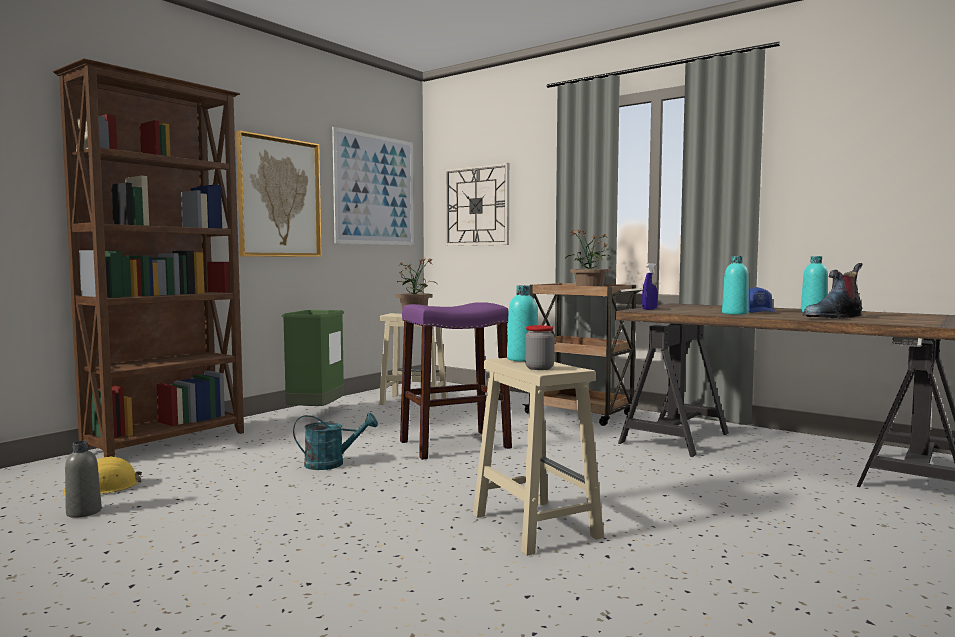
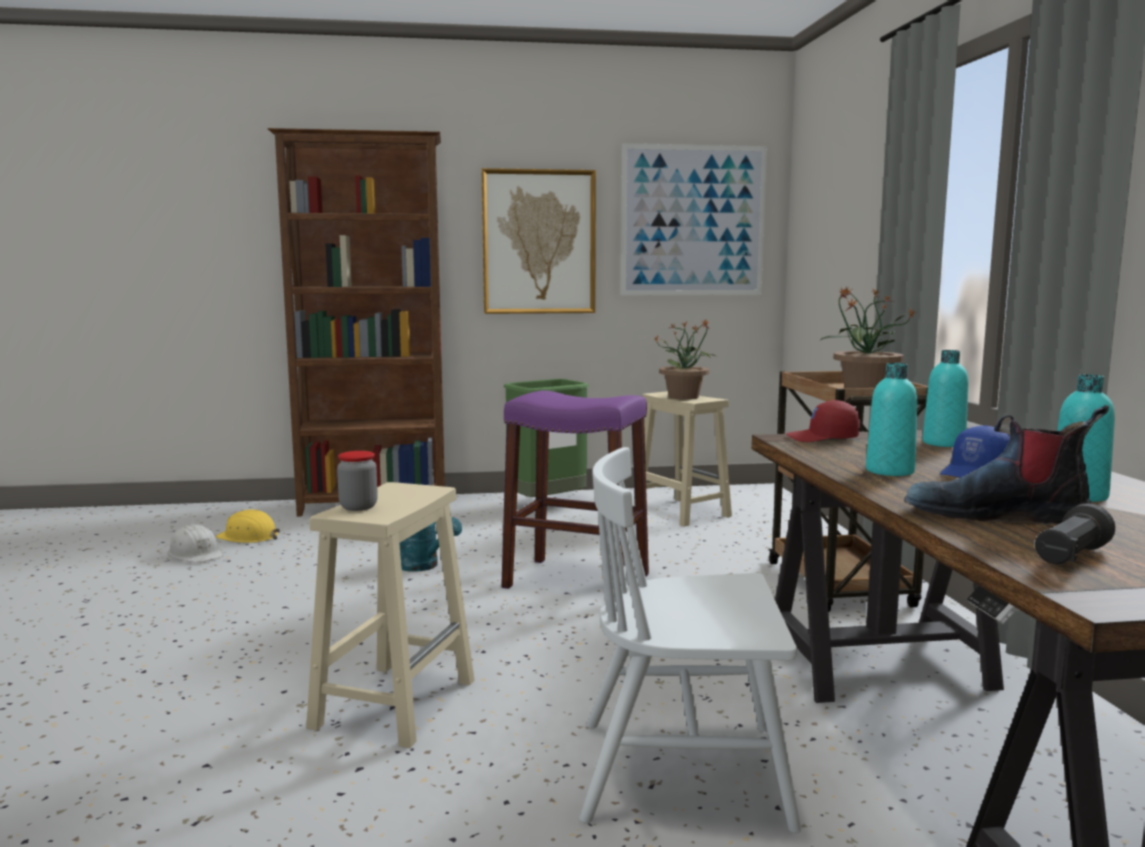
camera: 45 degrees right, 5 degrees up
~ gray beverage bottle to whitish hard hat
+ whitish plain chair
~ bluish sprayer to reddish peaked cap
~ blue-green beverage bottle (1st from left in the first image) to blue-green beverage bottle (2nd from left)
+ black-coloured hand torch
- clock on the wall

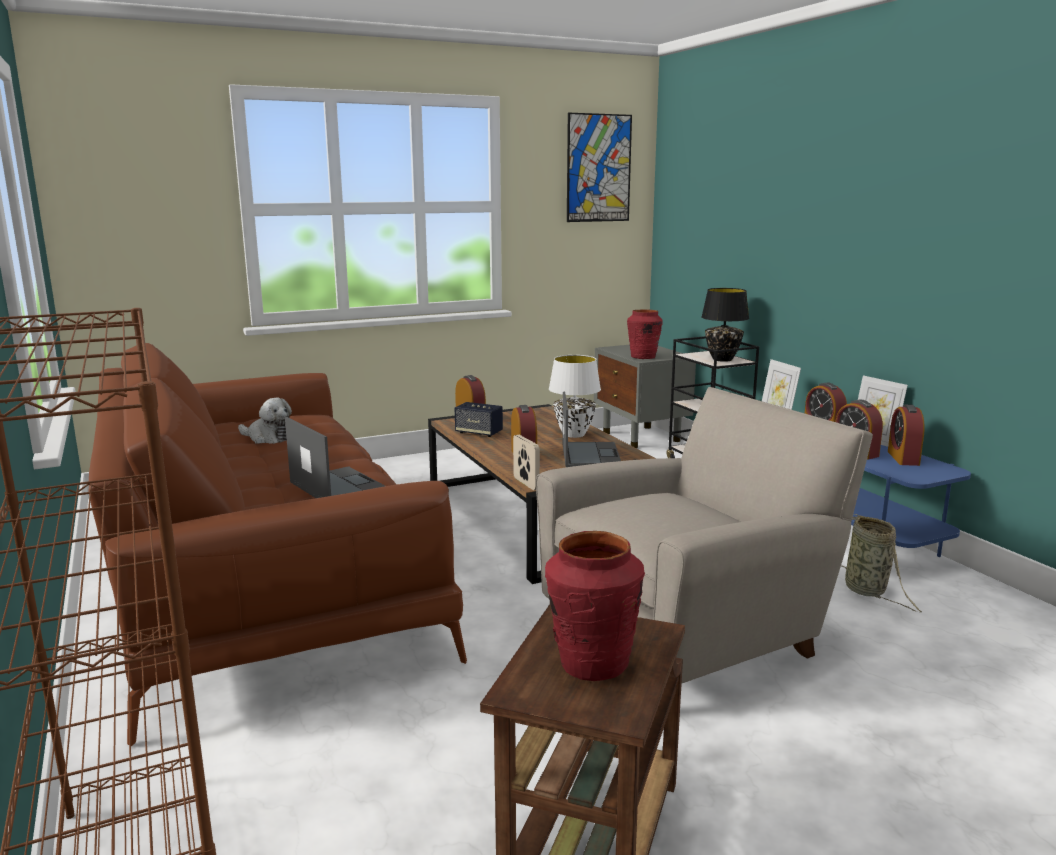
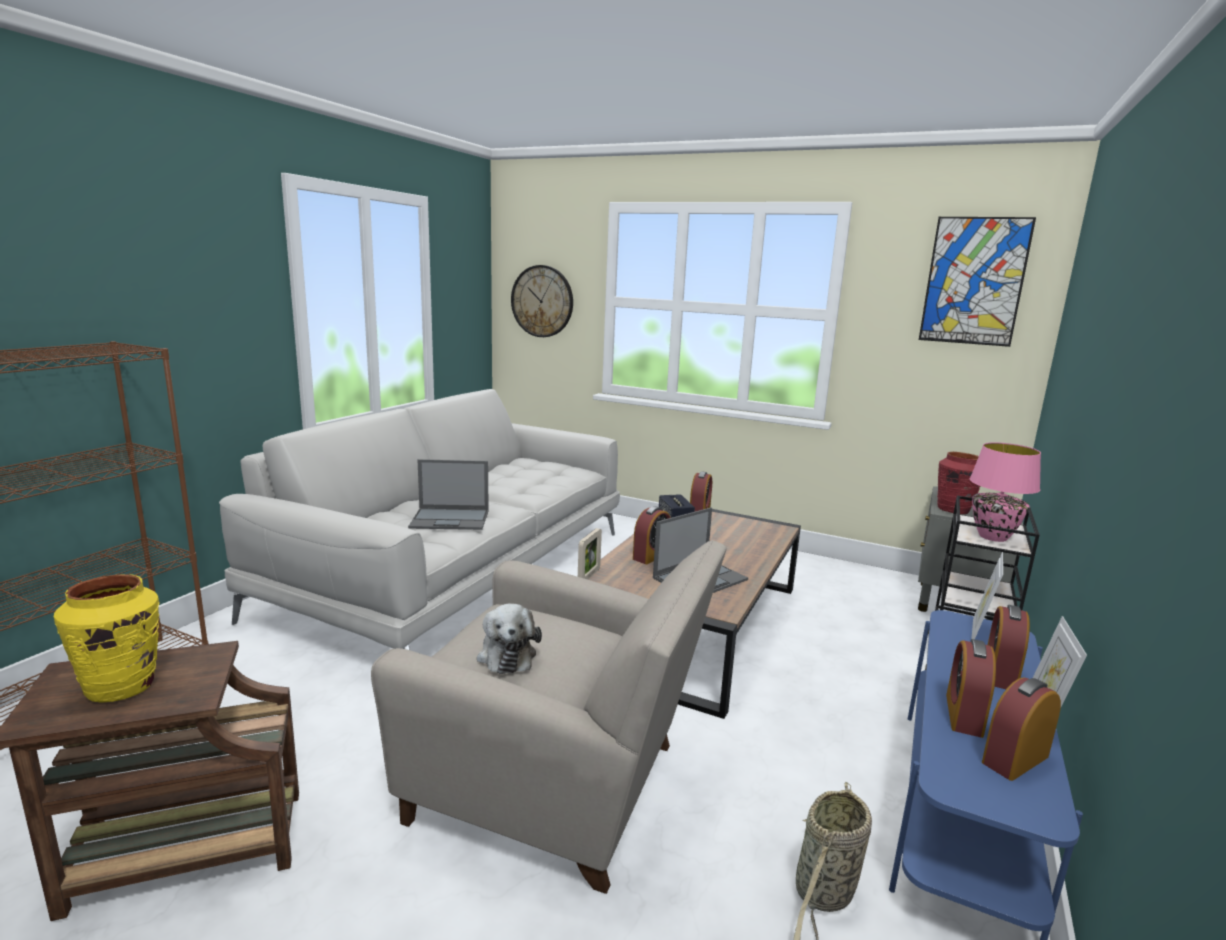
camera: 50 degrees right, 0 degrees up
~ reddish vase (1st from left) to yellow vase
~ brown couch to whitish couch
~ portable computer (1st from left) 75 degrees clockwise
~ soft toy
+ clock on the wall
~ black-coloured table lamp to pinkish table lamp
- whitish table lamp

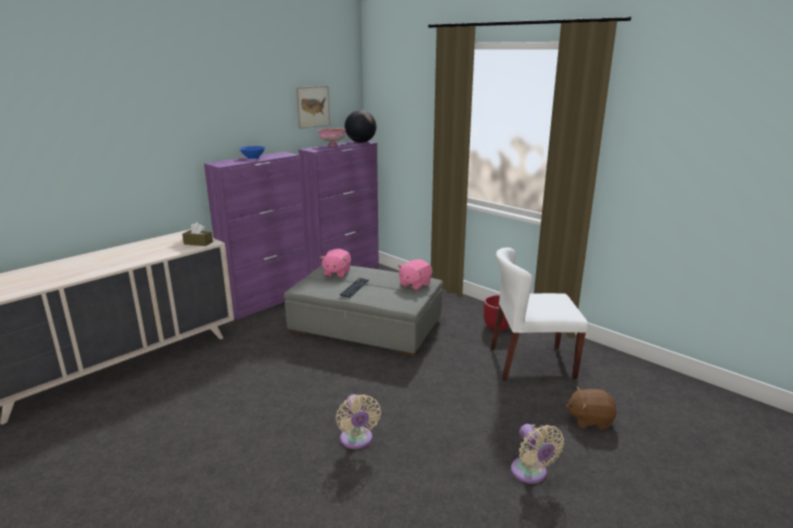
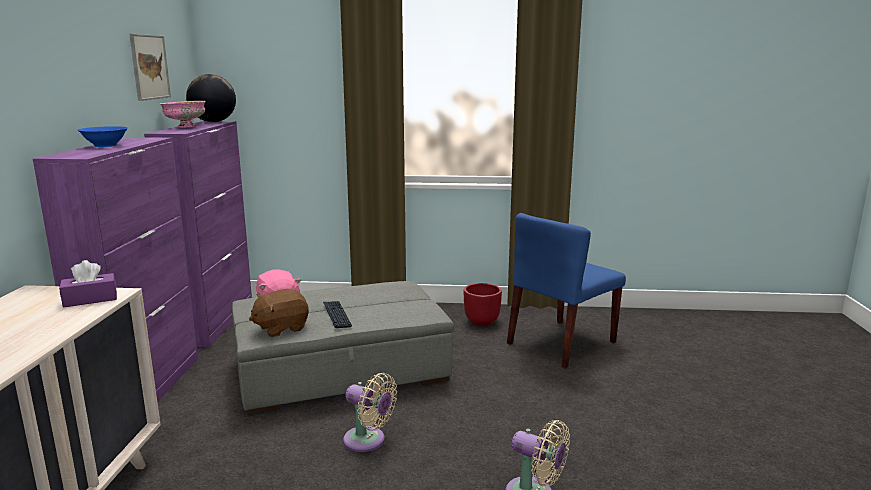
camera: 40 degrees left, 5 degrees down
~ brown tissue holder to purple-coloured tissue holder
~ brown soft toy
~ beige-coloured fan (2nd from left in the first image) to beige-coloured fan (1st from left)
~ whitish plain chair to bluish plain chair
- pinkish soft toy (2nd from left)

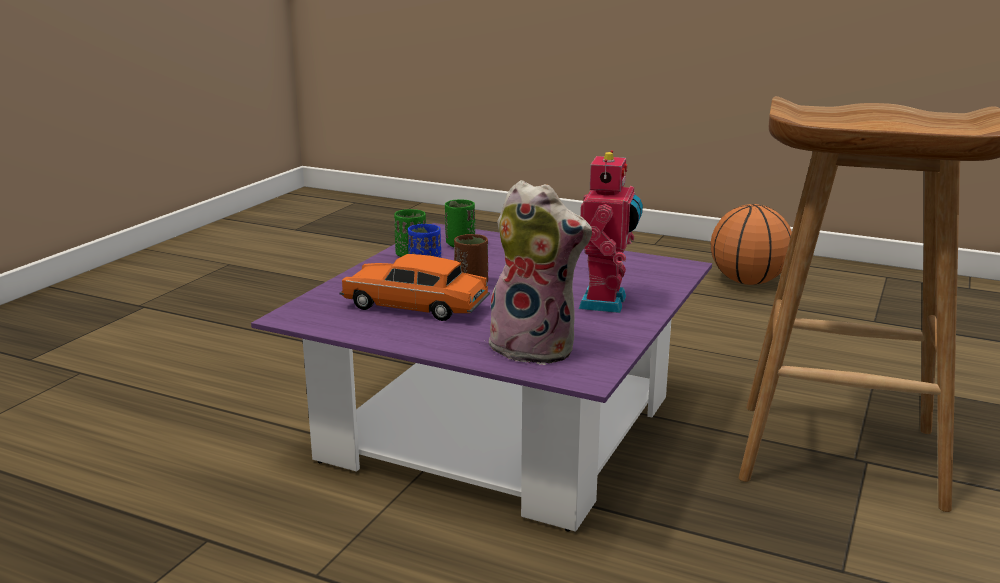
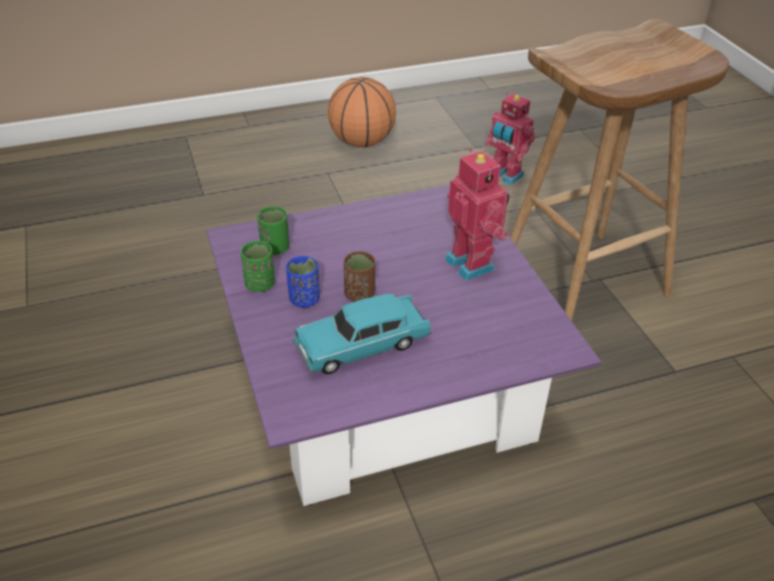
camera: 45 degrees left, 20 degrees up
~ orangey miniature car to blue-green miniature car
+ toy robot (2nd from left)
- soft toy

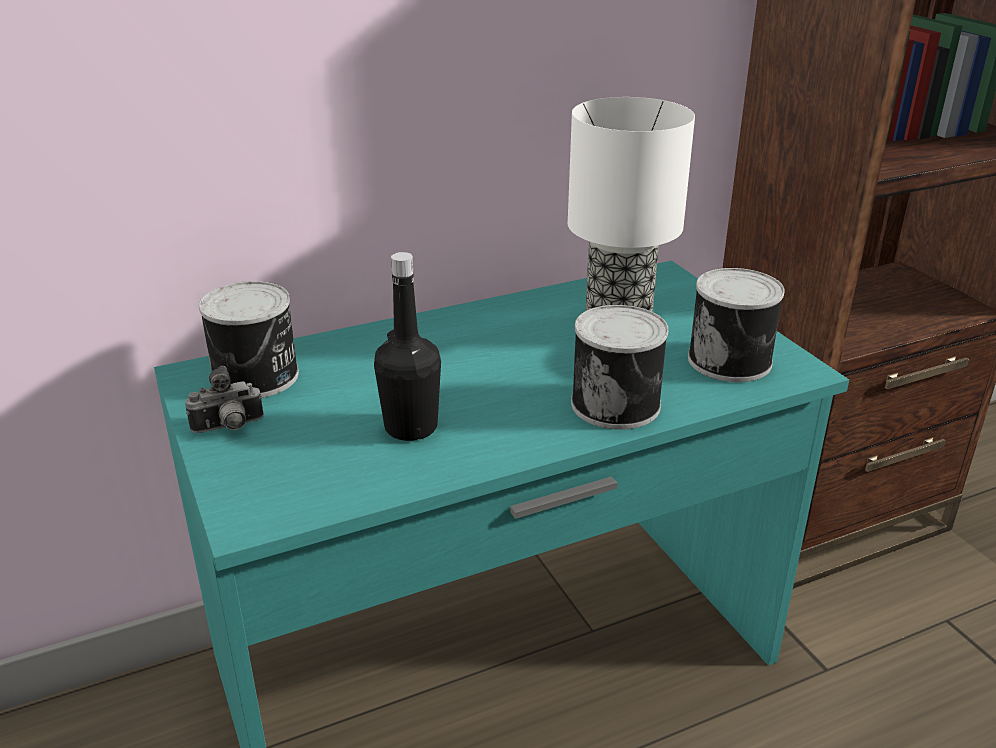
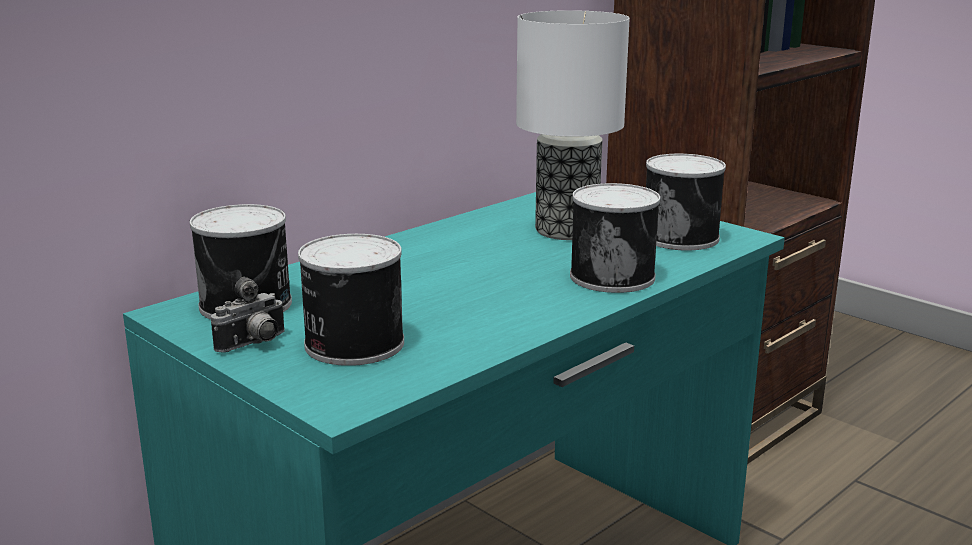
camera: 20 degrees left, 10 degrees down
+ can (2nd from left)
- black-coloured beverage bottle

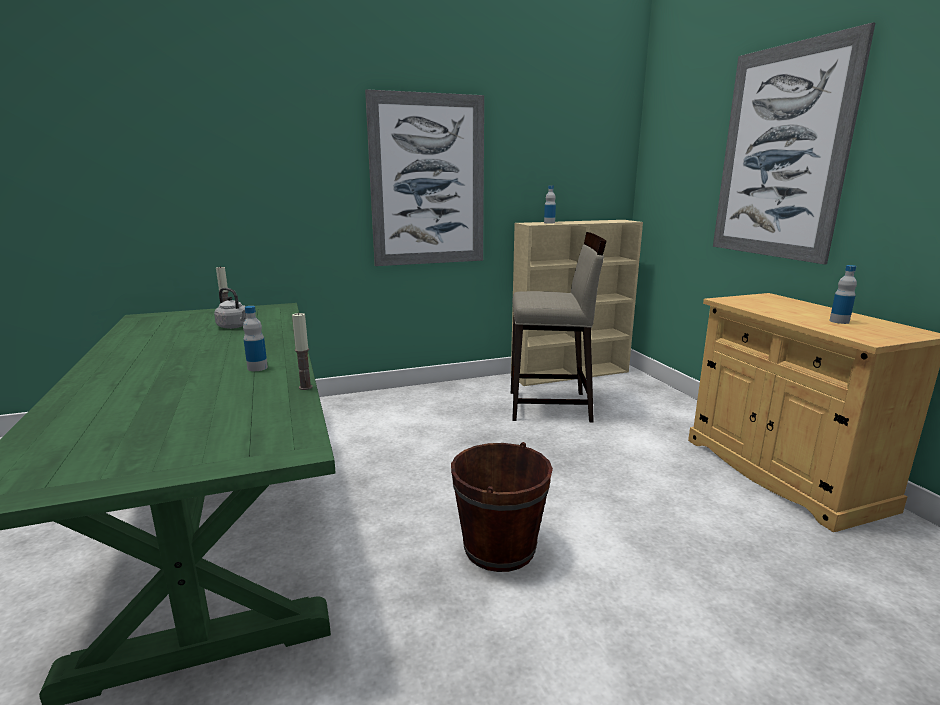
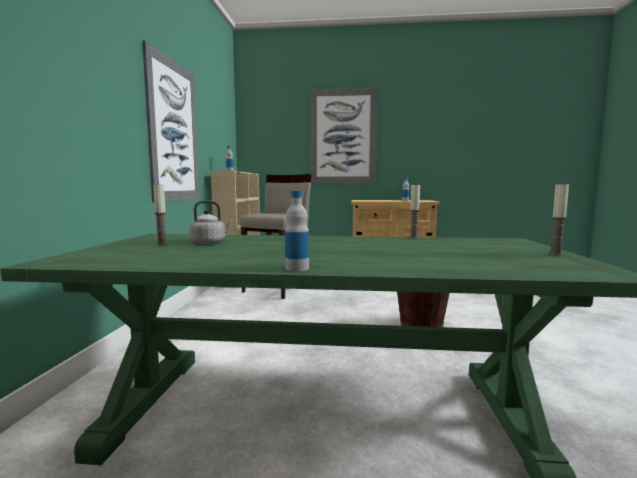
camera: 65 degrees left, 10 degrees down
~ beverage bottle (1st from left in the first image) to beverage bottle (2nd from left)
+ wax light (3rd from left)

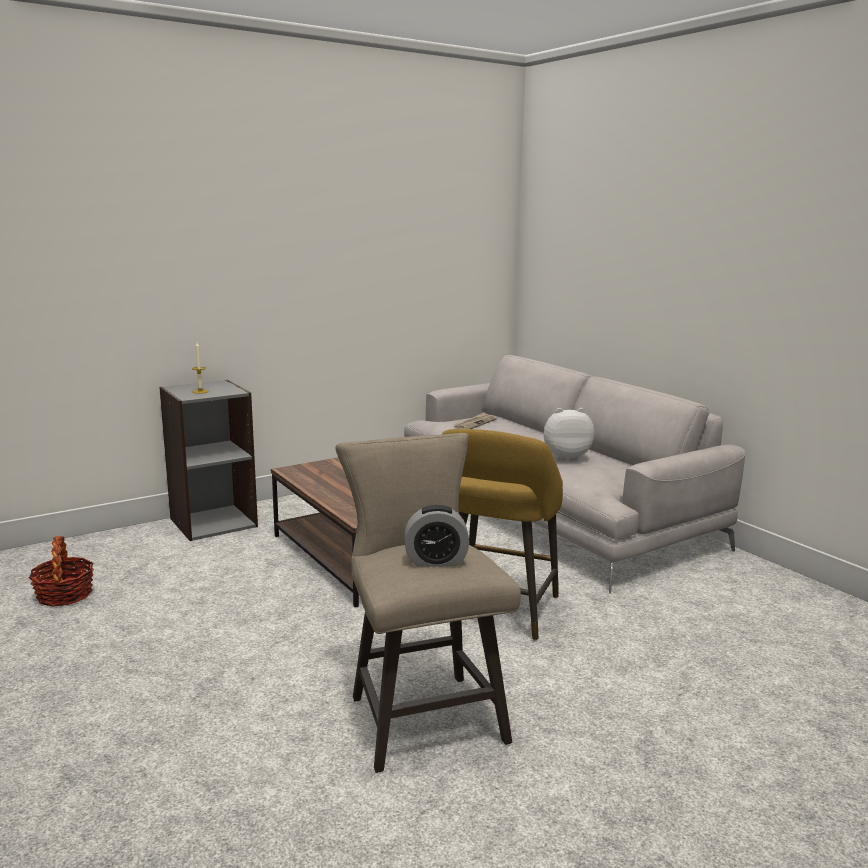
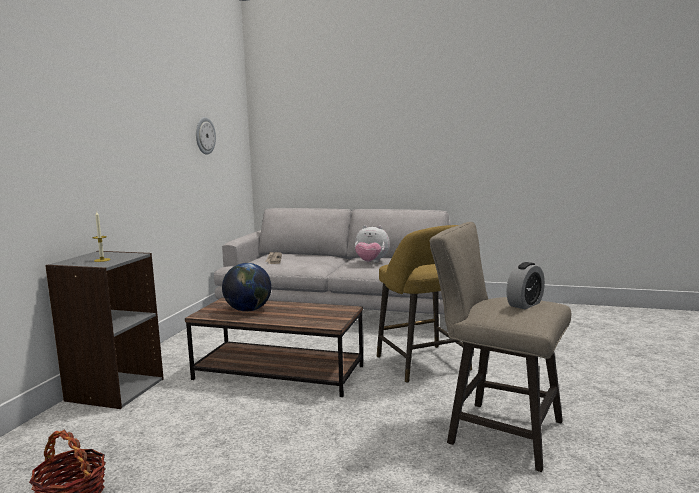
camera: 40 degrees left, 5 degrees down
+ clock on the wall
+ world globe
~ soft toy 120 degrees counterclockwise

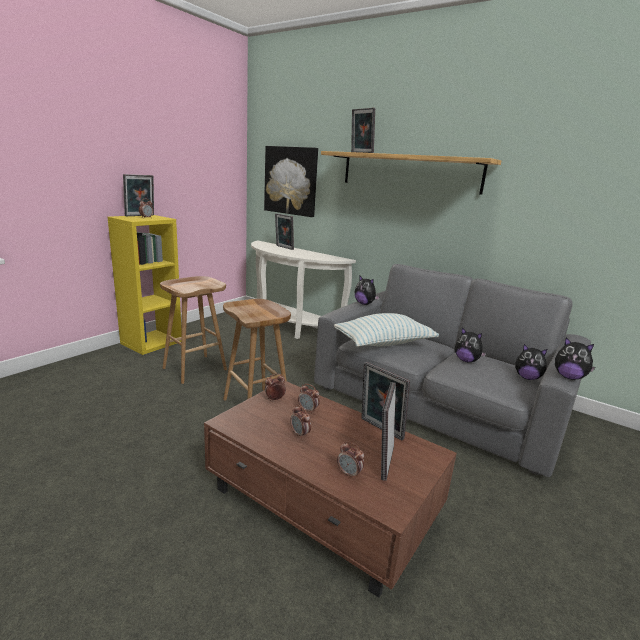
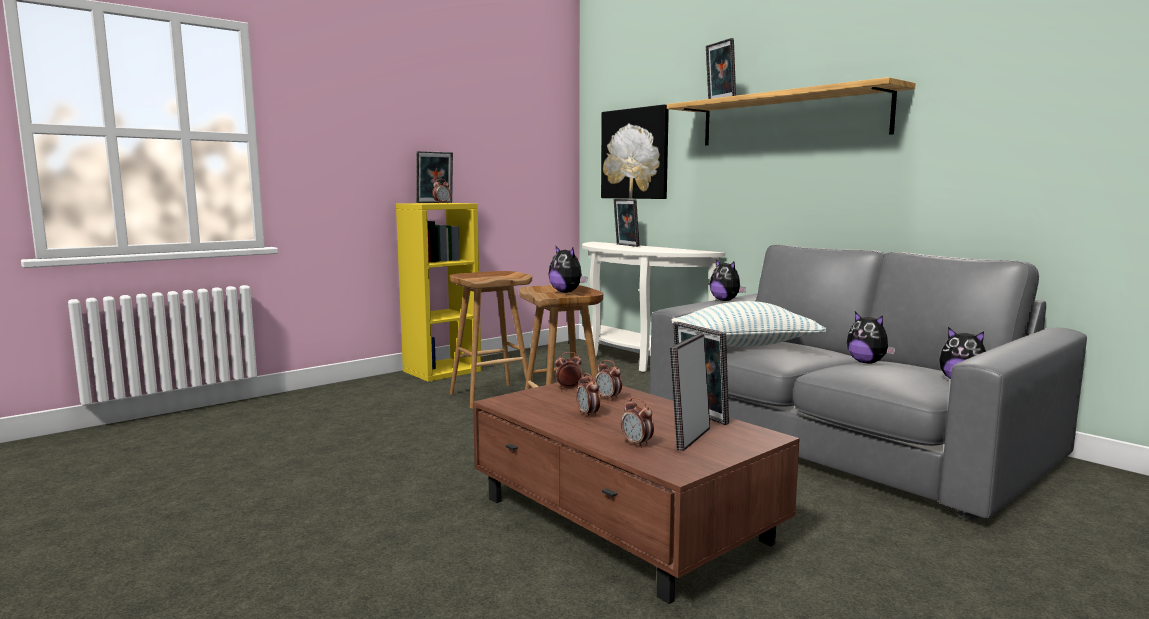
camera: 15 degrees right, 10 degrees down
~ soft toy (4th from left in the first image) to soft toy (1st from left)

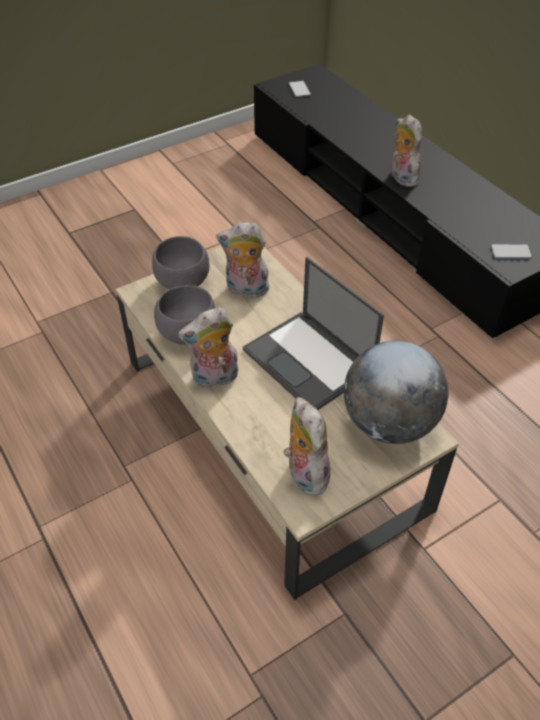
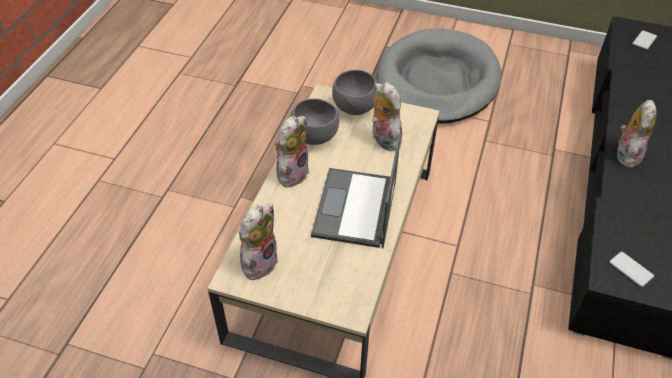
camera: 50 degrees right, 0 degrees up
~ soft toy (1st from left in the first image) 90 degrees clockwise
+ gray dog cushion
- world globe

